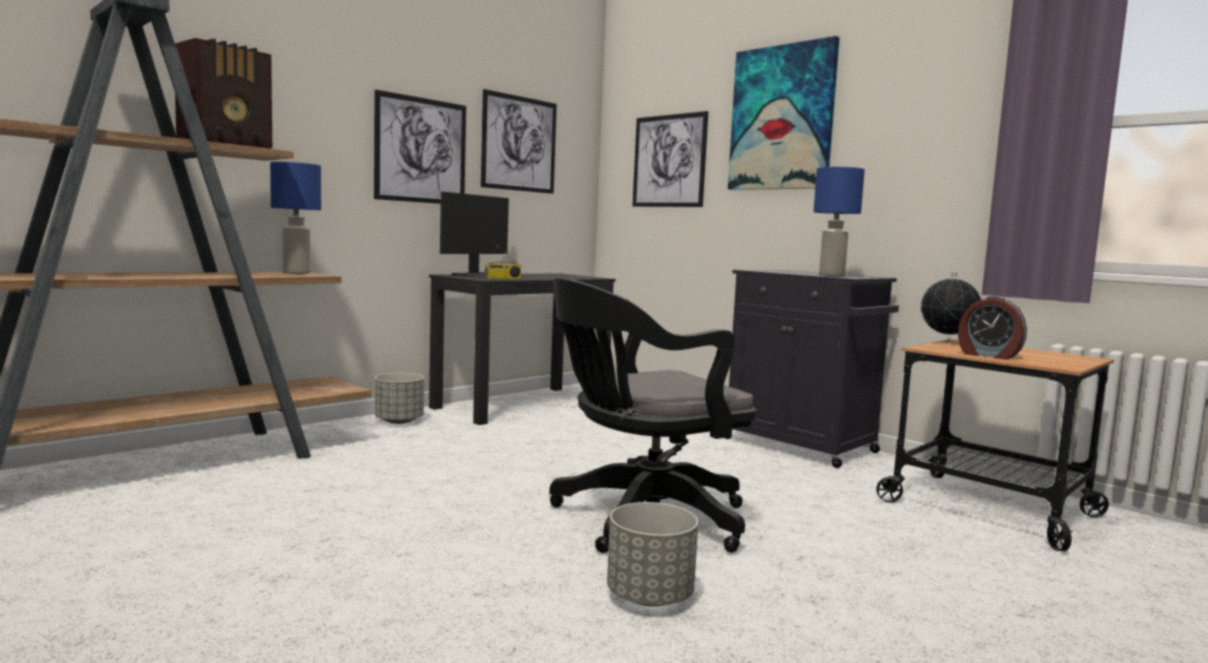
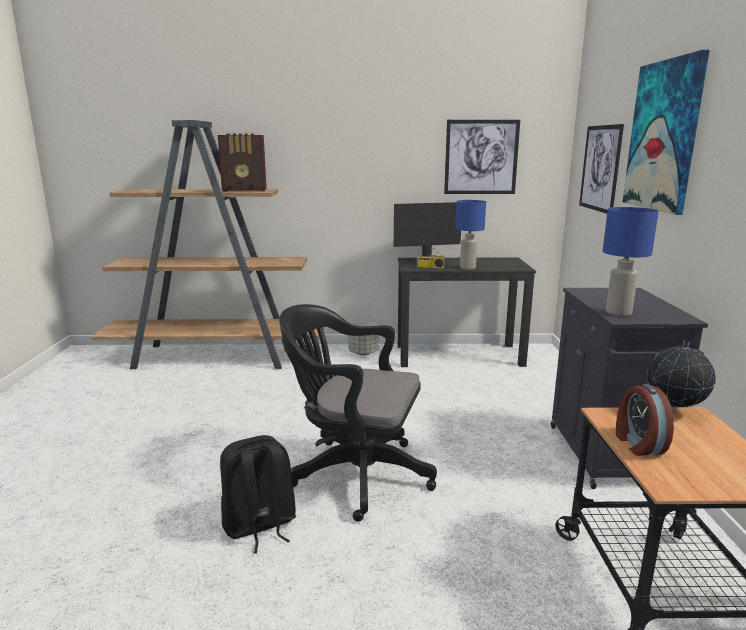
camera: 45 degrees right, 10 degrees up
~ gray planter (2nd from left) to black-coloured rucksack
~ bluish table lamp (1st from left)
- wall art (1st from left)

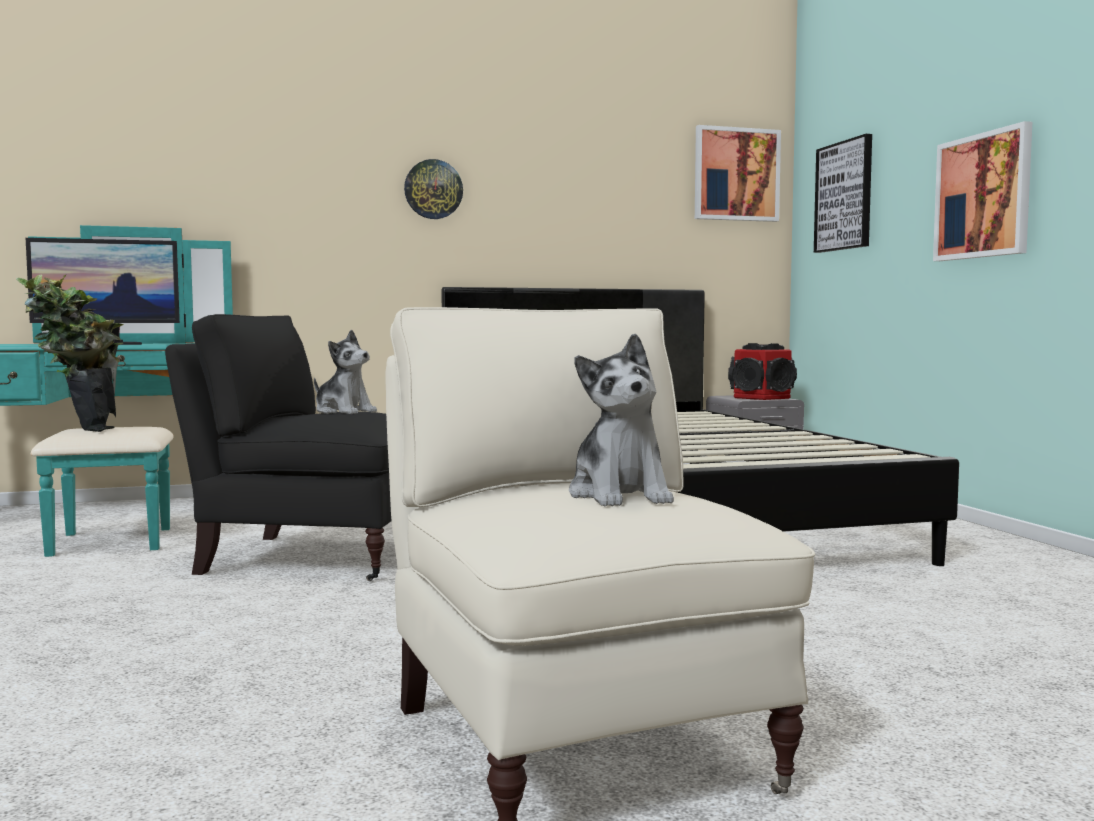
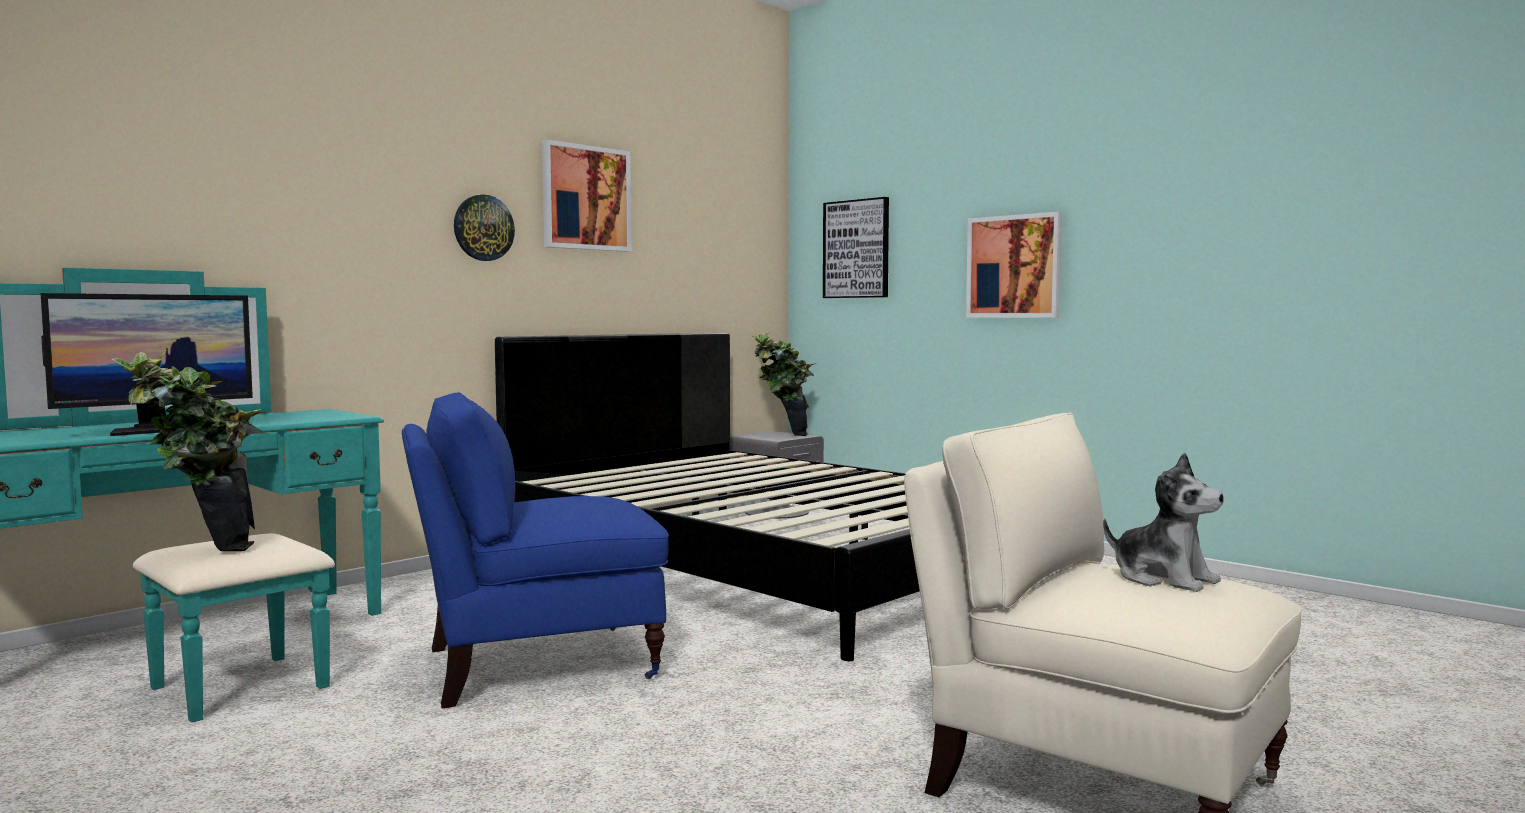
camera: 30 degrees left, 0 degrees up
~ black-coloured armchair to bluish armchair
~ wall art (1st from left)
~ loudspeaker to plant in a pot (2nd from left)
- soft toy (1st from left)

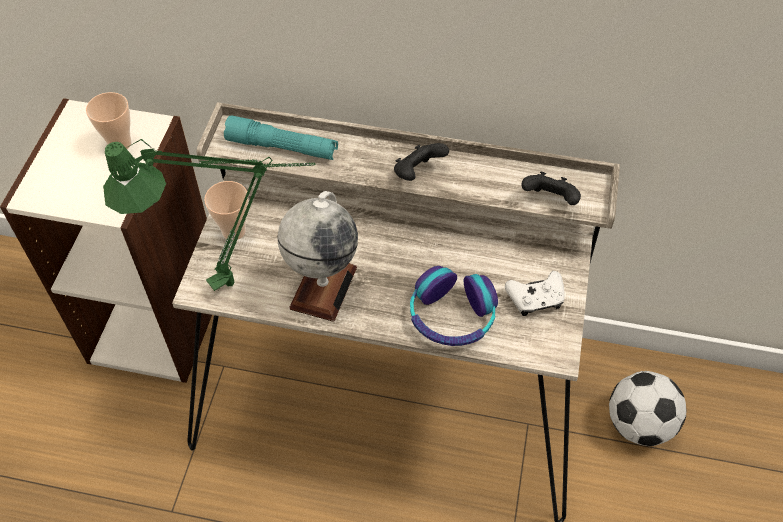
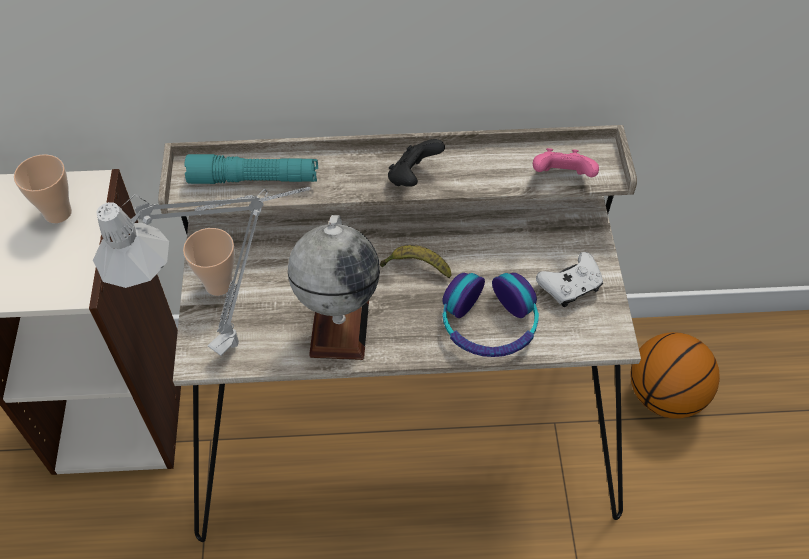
camera: 15 degrees left, 0 degrees up
~ green-coloured table lamp to gray table lamp
+ banana
~ black-coloured game controller (2nd from left) to pinkish game controller
~ ball for football to basketball ball

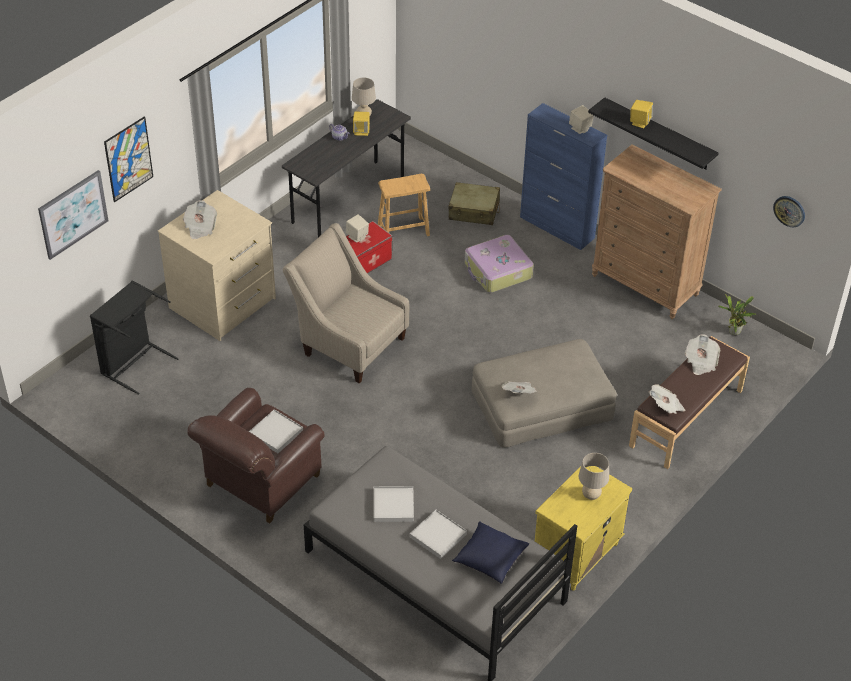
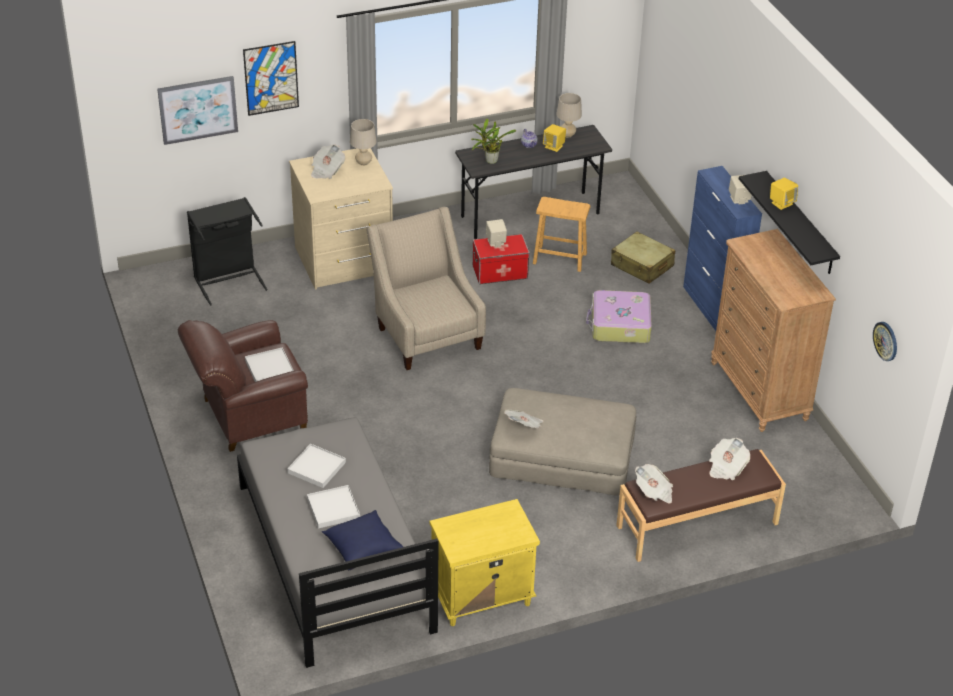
camera: 30 degrees right, 5 degrees down
~ beige-coloured table lamp (2nd from left in the first image) to beige-coloured table lamp (1st from left)
~ plant in a pot

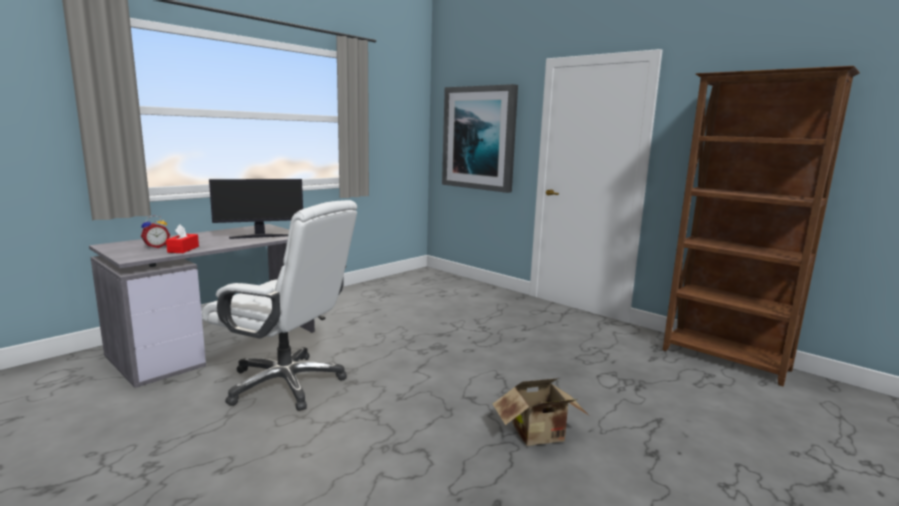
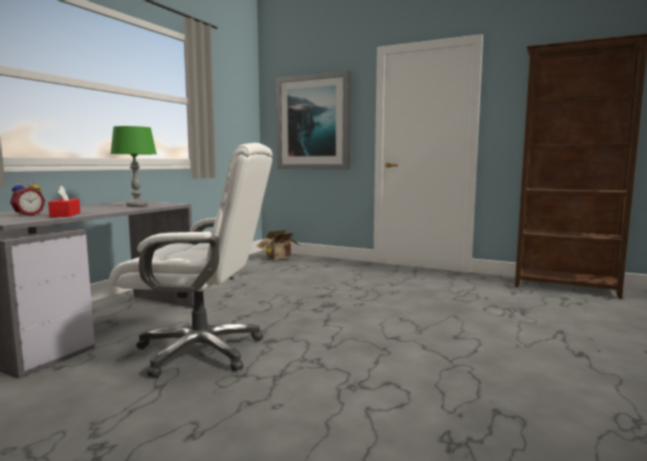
camera: 15 degrees left, 5 degrees down
~ monitor to green-coloured table lamp
~ carton

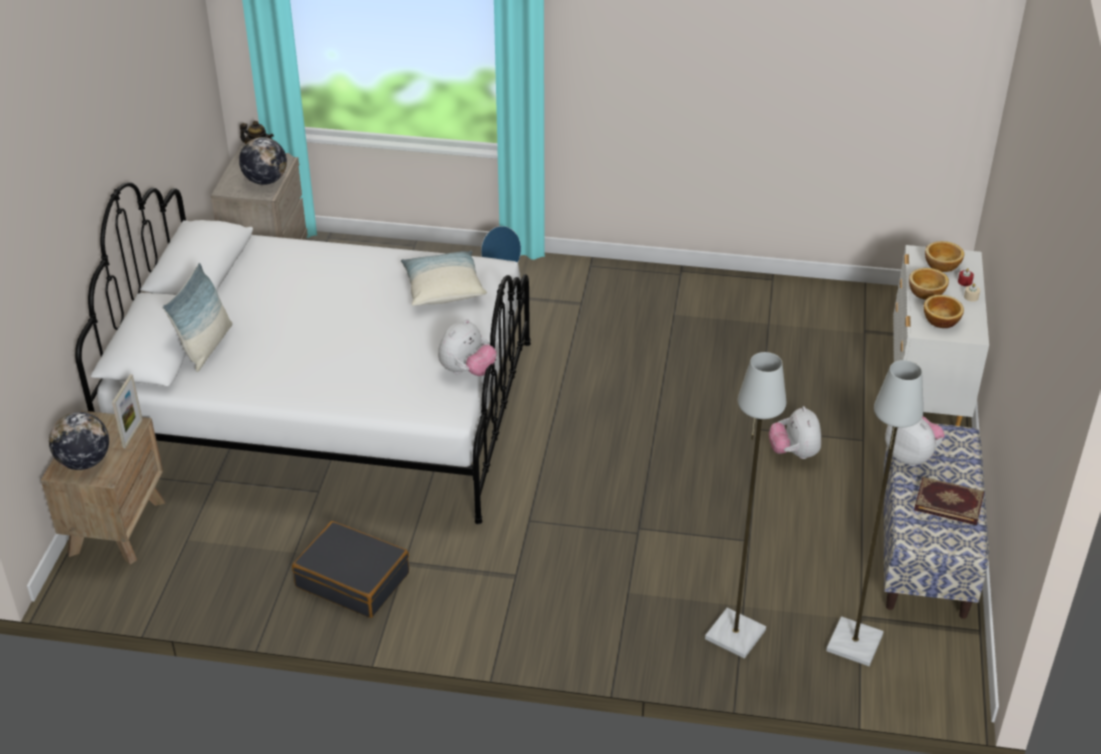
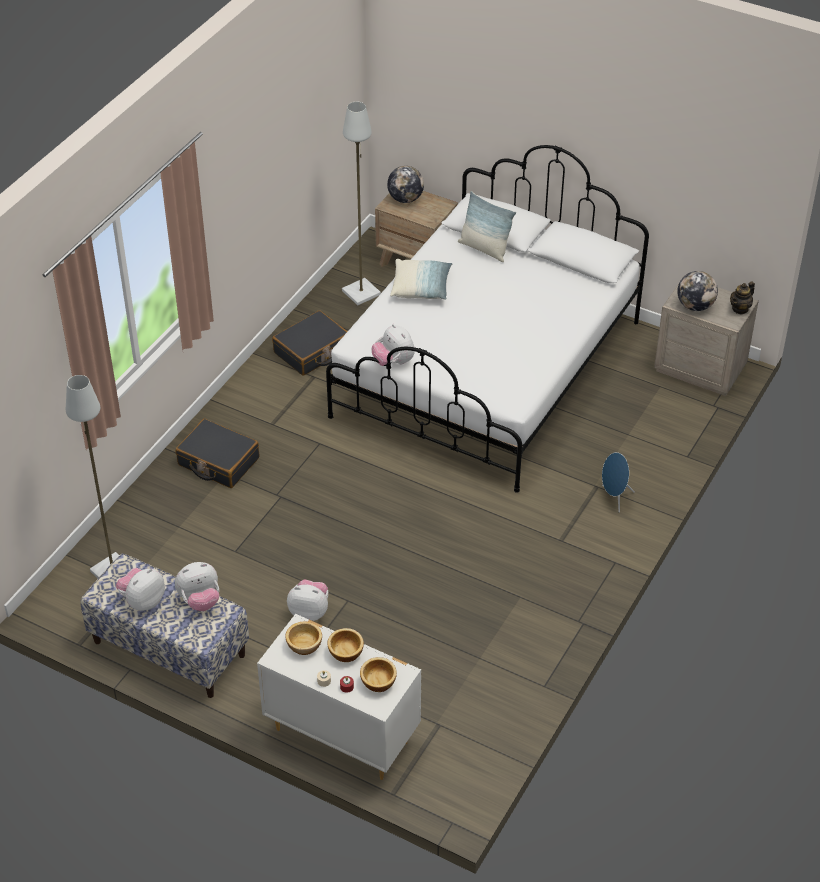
camera: 110 degrees right, 5 degrees up
~ book to soft toy (1st from left)
+ black-coloured piece of luggage (1st from left)
~ gray standing lamp (1st from left in the first image) to gray standing lamp (2nd from left)
~ throw pillow (2nd from left in the first image) to throw pillow (1st from left)
- standing frame

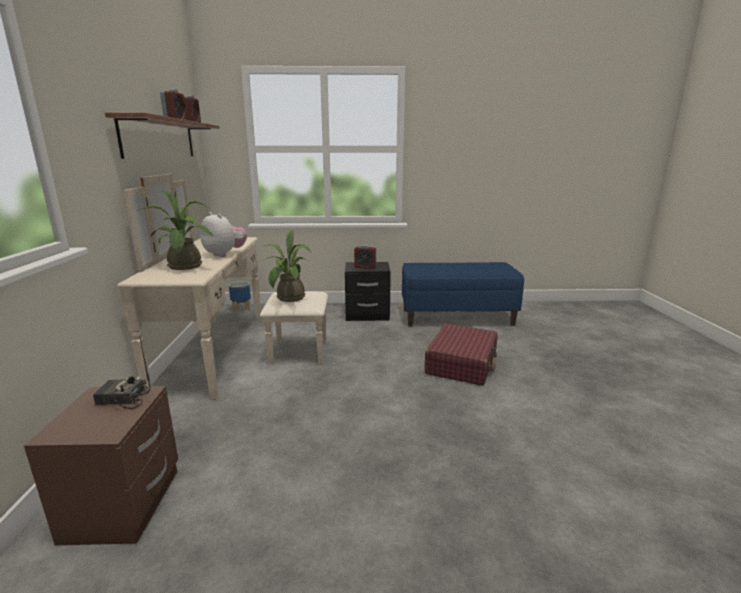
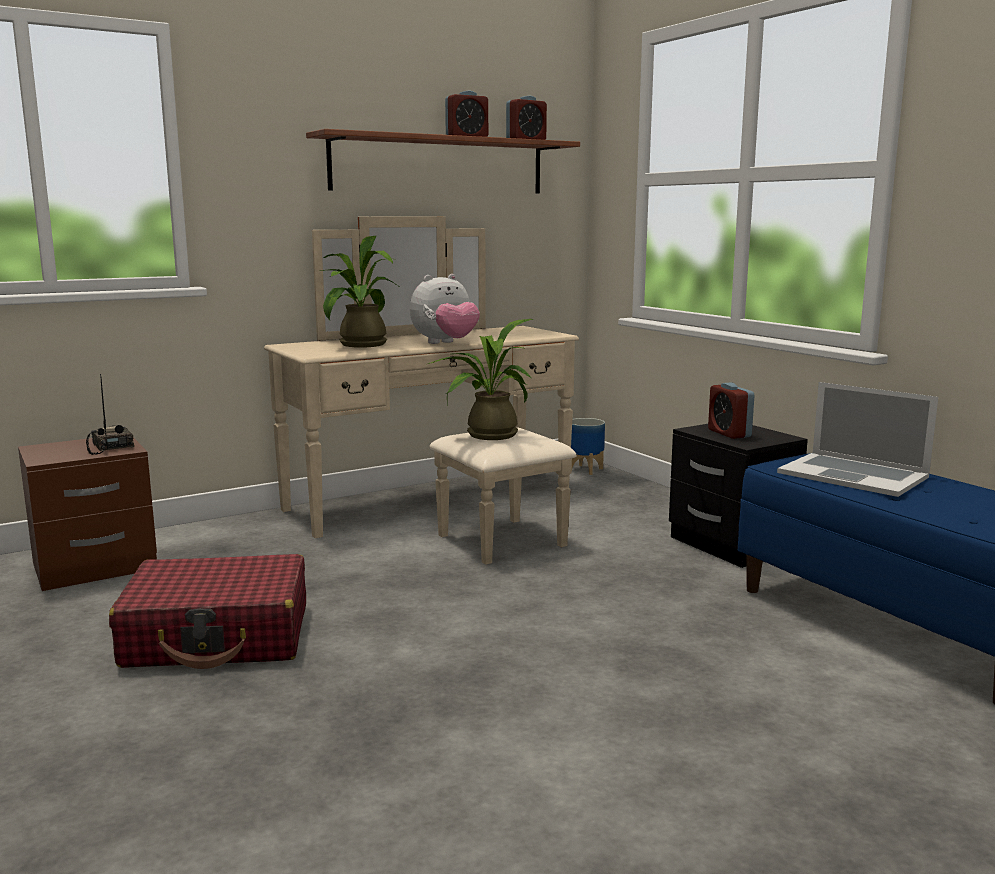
camera: 60 degrees right, 5 degrees down
~ reddish piece of luggage
~ soft toy 45 degrees clockwise
+ portable computer

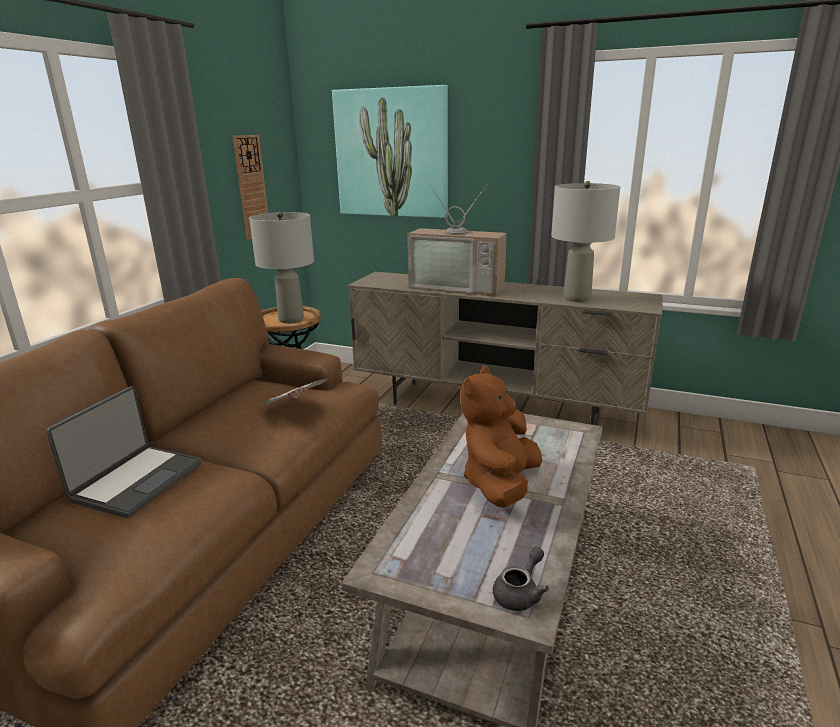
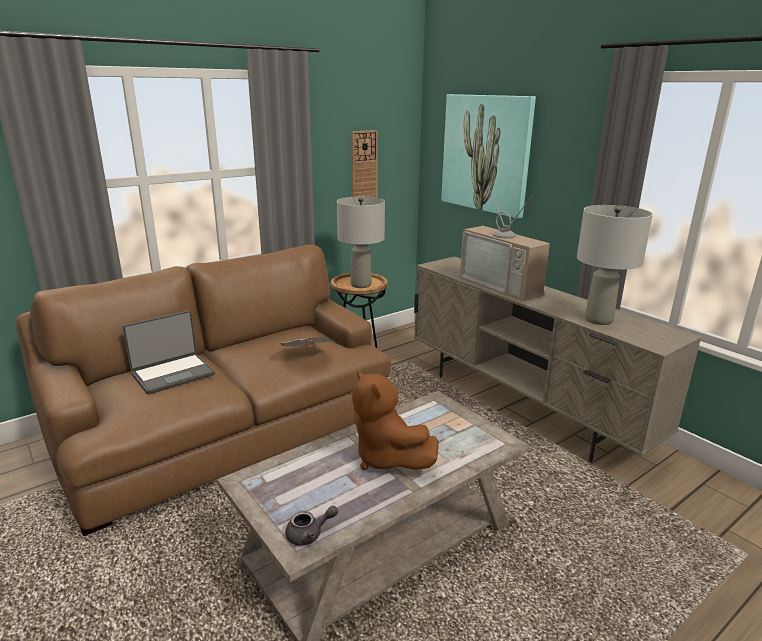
camera: 30 degrees right, 0 degrees up
~ brown soft toy 90 degrees counterclockwise

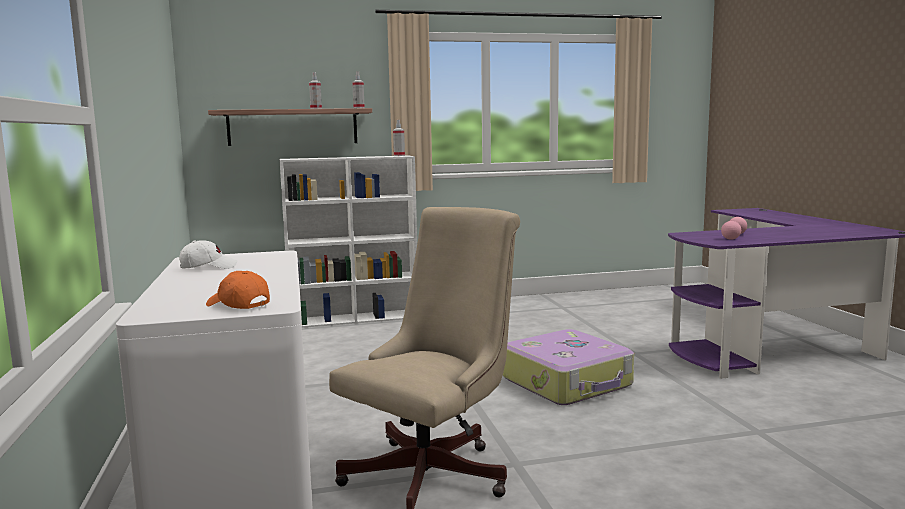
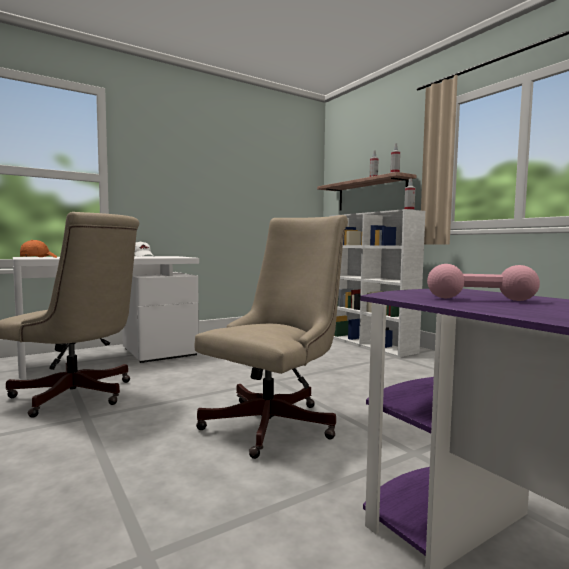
camera: 70 degrees right, 5 degrees down
~ piece of luggage to beige-coloured desk chair (2nd from left)

